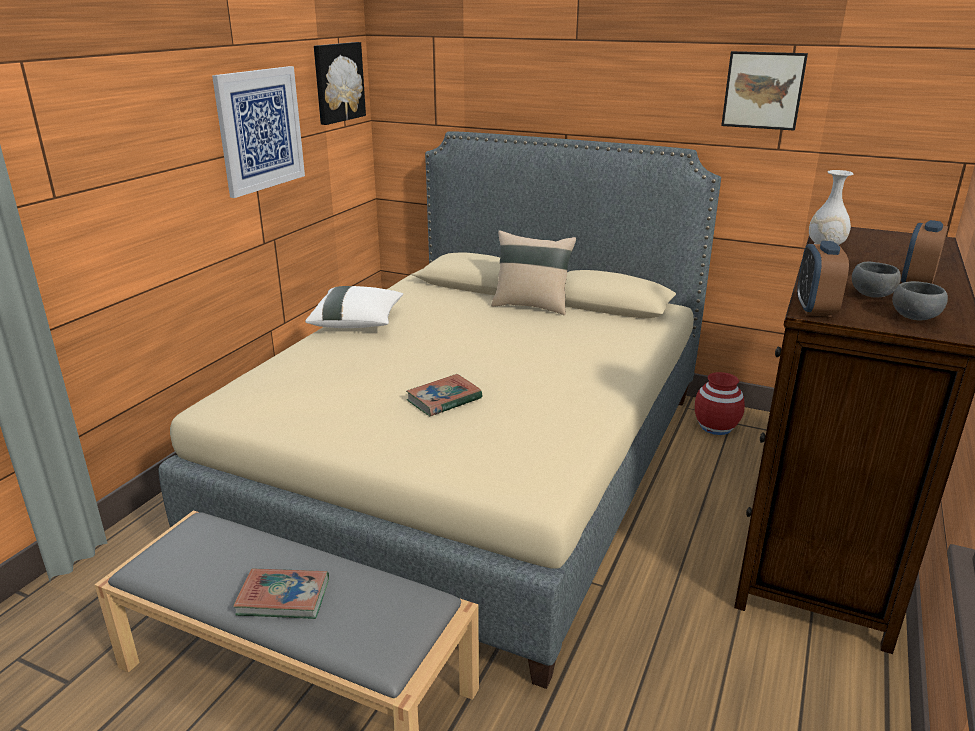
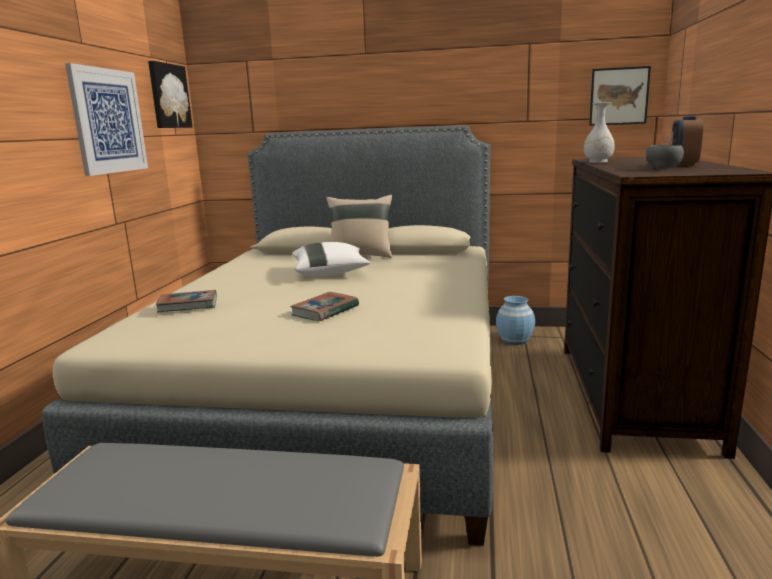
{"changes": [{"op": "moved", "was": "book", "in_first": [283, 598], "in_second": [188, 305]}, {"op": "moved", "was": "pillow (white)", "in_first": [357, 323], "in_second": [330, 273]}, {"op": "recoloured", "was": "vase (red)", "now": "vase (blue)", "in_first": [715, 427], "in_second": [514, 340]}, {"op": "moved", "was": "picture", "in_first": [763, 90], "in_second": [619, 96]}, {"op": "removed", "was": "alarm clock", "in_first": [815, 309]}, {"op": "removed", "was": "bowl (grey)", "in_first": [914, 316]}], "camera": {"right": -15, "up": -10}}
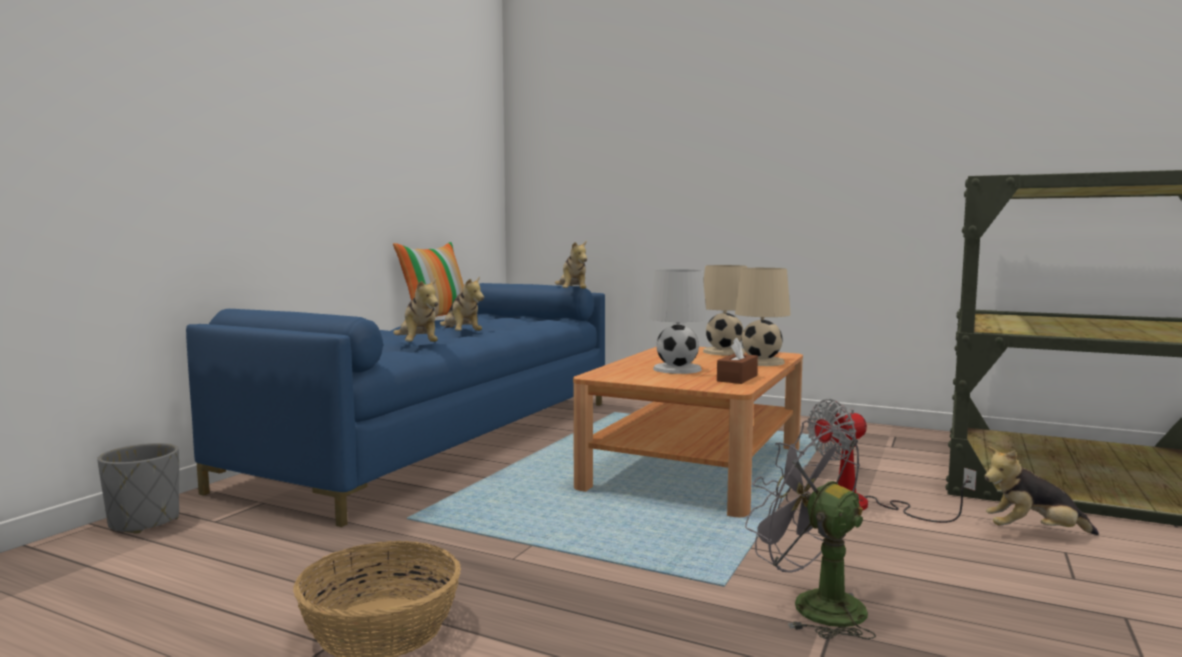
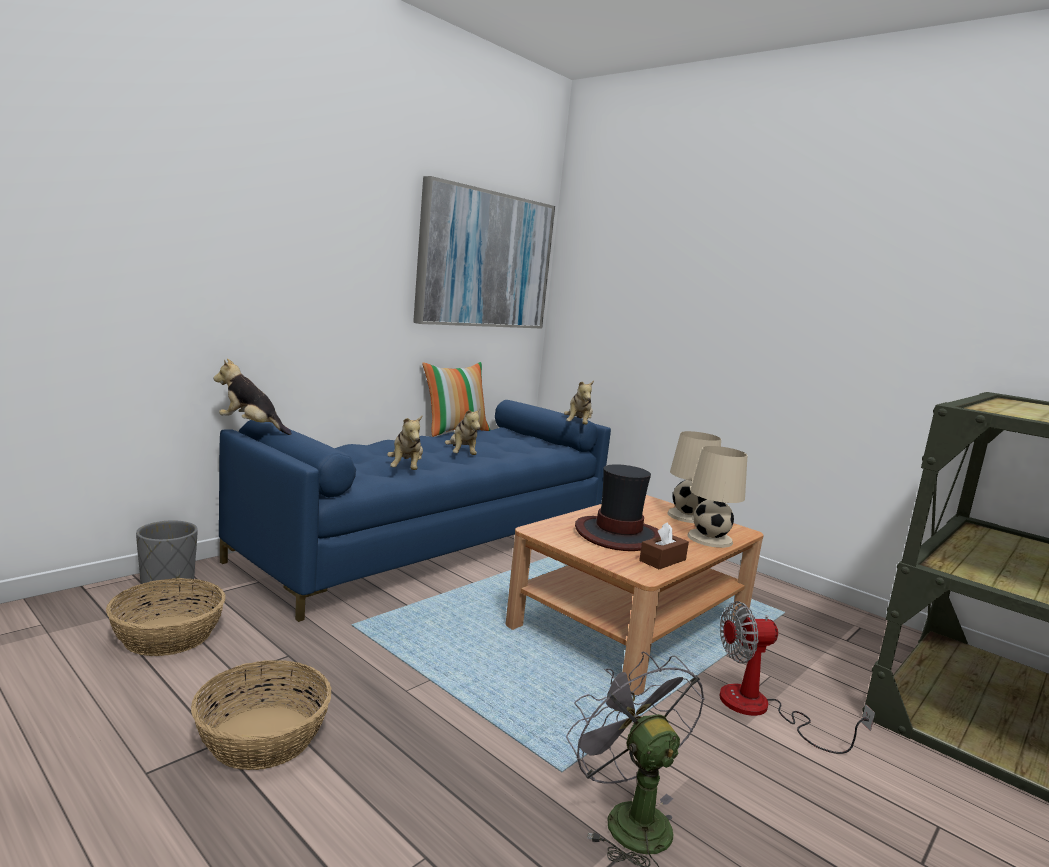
{"changes": [{"op": "added", "now": "basket", "in_second": [167, 635]}, {"op": "moved", "was": "plush toy", "in_first": [1033, 533], "in_second": [251, 427]}, {"op": "added", "now": "picture", "in_second": [485, 260]}, {"op": "replaced", "was": "table lamp (white)", "now": "hat", "in_first": [676, 369], "in_second": [618, 534]}], "camera": {"right": 15, "up": 5}}
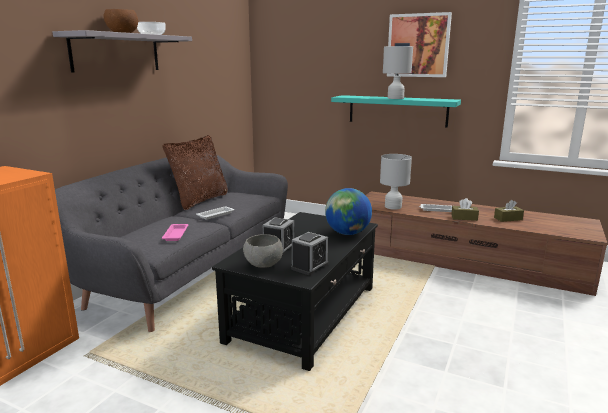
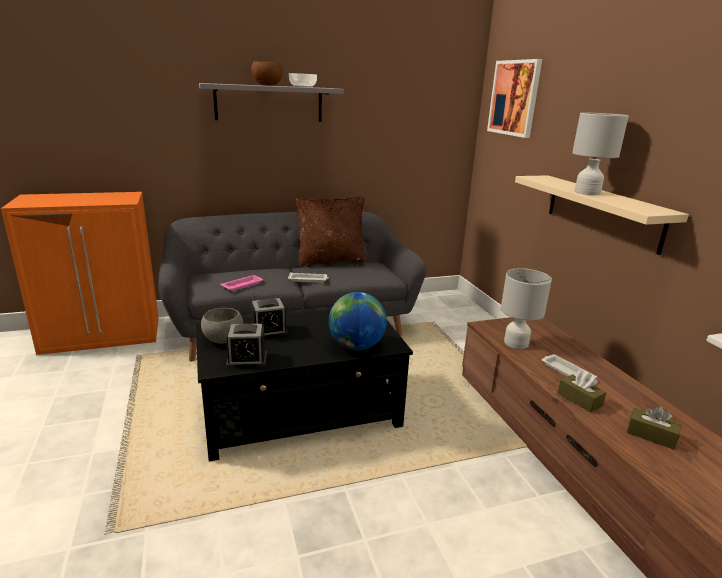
{"changes": [{"op": "moved", "was": "picture", "in_first": [418, 45], "in_second": [514, 98]}, {"op": "recoloured", "was": "shelf (turquoise)", "now": "shelf (beige)", "in_first": [397, 110], "in_second": [602, 211]}], "camera": {"right": 45, "up": 5}}
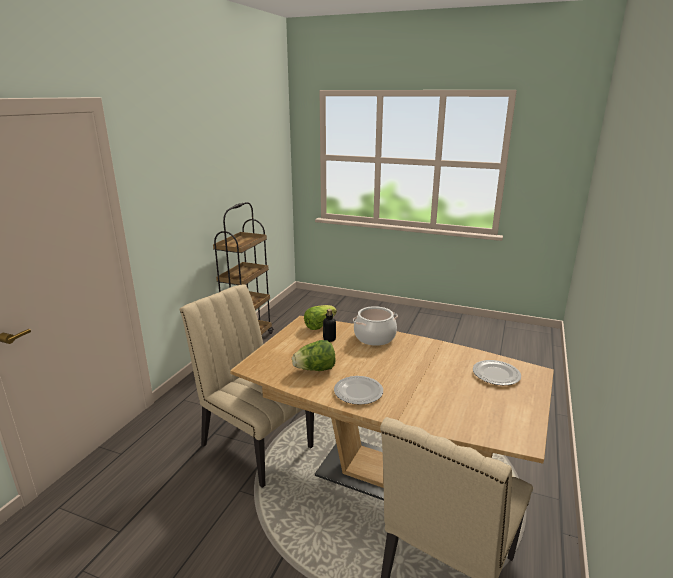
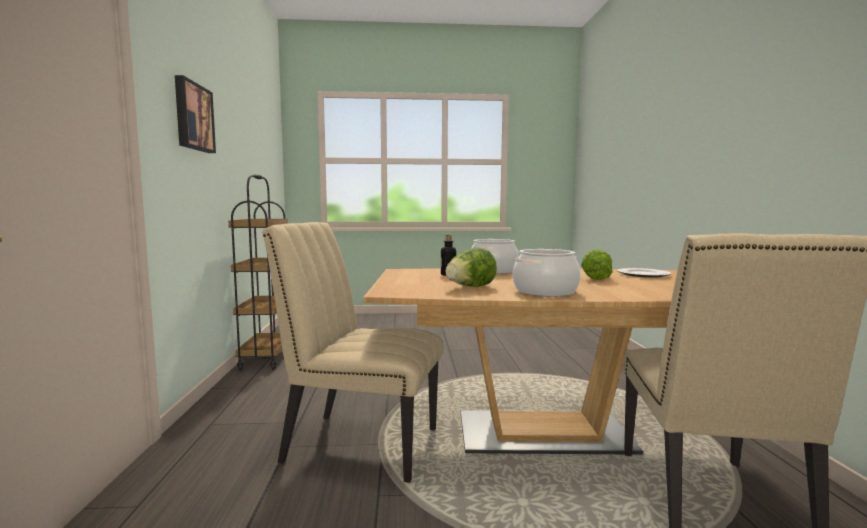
{"changes": [{"op": "added", "now": "picture", "in_second": [192, 117]}, {"op": "replaced", "was": "plate", "now": "cooking pot", "in_first": [359, 391], "in_second": [545, 291]}, {"op": "moved", "was": "lettuce", "in_first": [319, 325], "in_second": [596, 278]}], "camera": {"right": -25, "up": -15}}
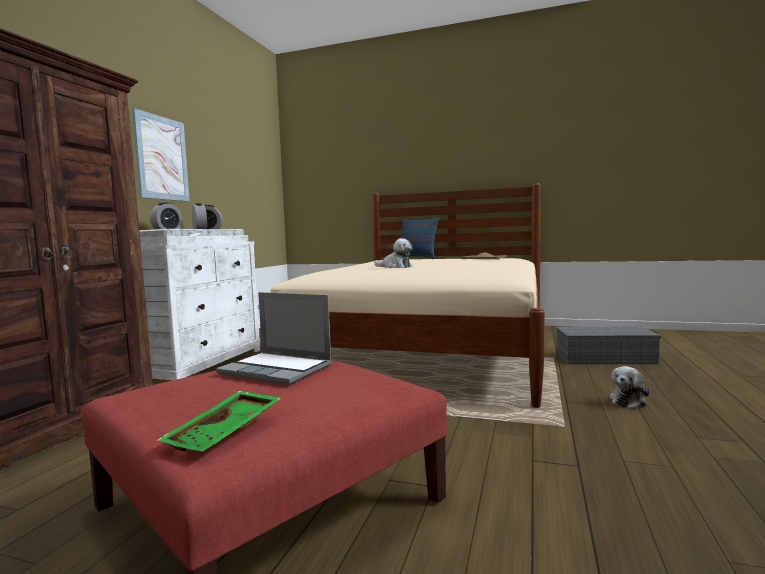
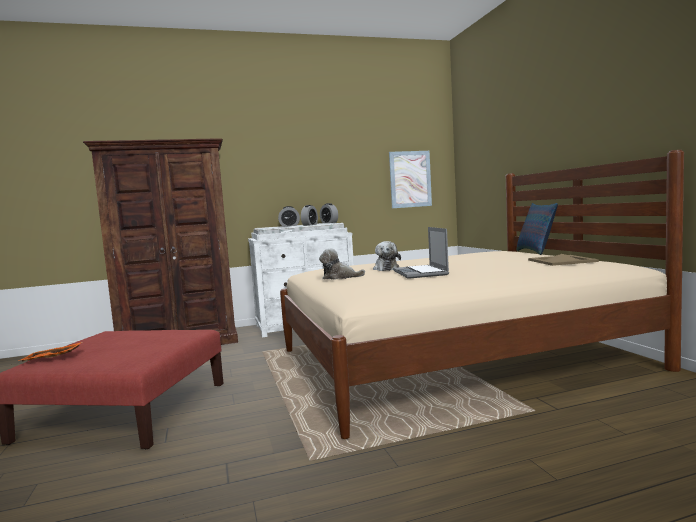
{"changes": [{"op": "recoloured", "was": "tray (green)", "now": "tray (orange)", "in_first": [226, 433], "in_second": [51, 359]}, {"op": "moved", "was": "plush toy", "in_first": [629, 401], "in_second": [339, 277]}, {"op": "moved", "was": "picture", "in_first": [161, 158], "in_second": [410, 179]}, {"op": "moved", "was": "laptop", "in_first": [277, 370], "in_second": [421, 273]}, {"op": "removed", "was": "storage box (grey)", "in_first": [605, 358]}], "camera": {"right": 55, "up": 0}}
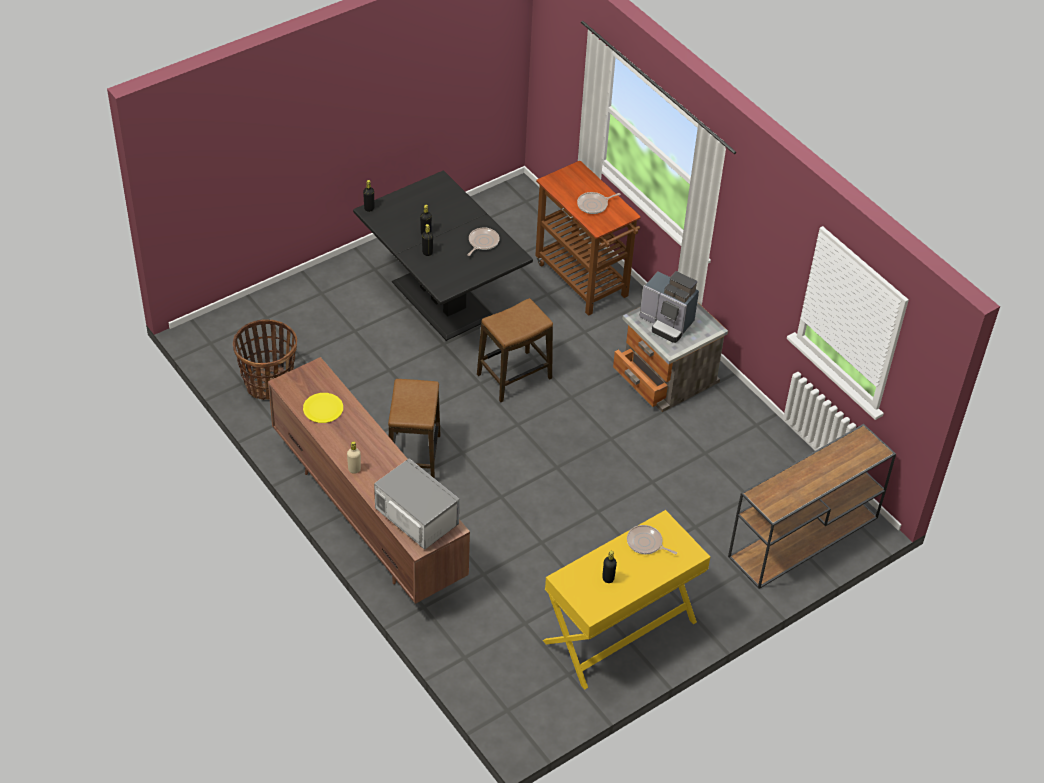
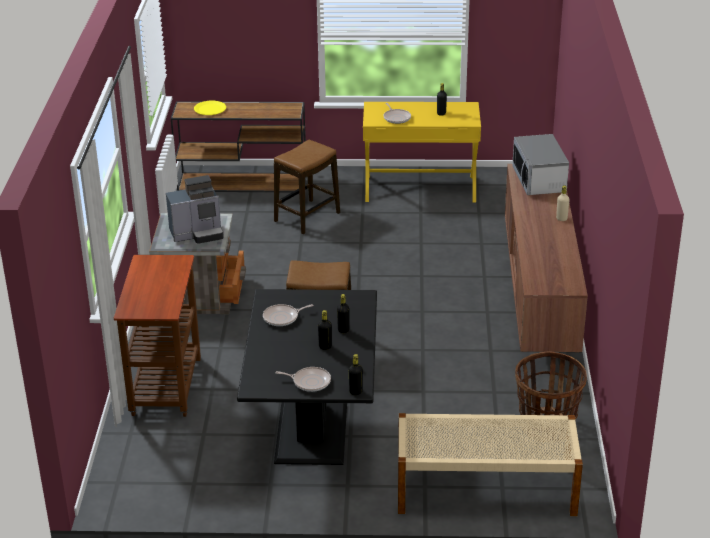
{"changes": [{"op": "turned", "was": "coffee machine", "in_first": [667, 323], "in_second": [198, 234], "clockwise": 90}, {"op": "moved", "was": "plate (yellow)", "in_first": [323, 409], "in_second": [210, 109]}, {"op": "moved", "was": "stool", "in_first": [414, 457], "in_second": [307, 217]}, {"op": "moved", "was": "frying pan", "in_first": [594, 205], "in_second": [309, 382]}, {"op": "added", "now": "bench (beige)", "in_second": [485, 490]}], "camera": {"right": -140, "up": -15}}
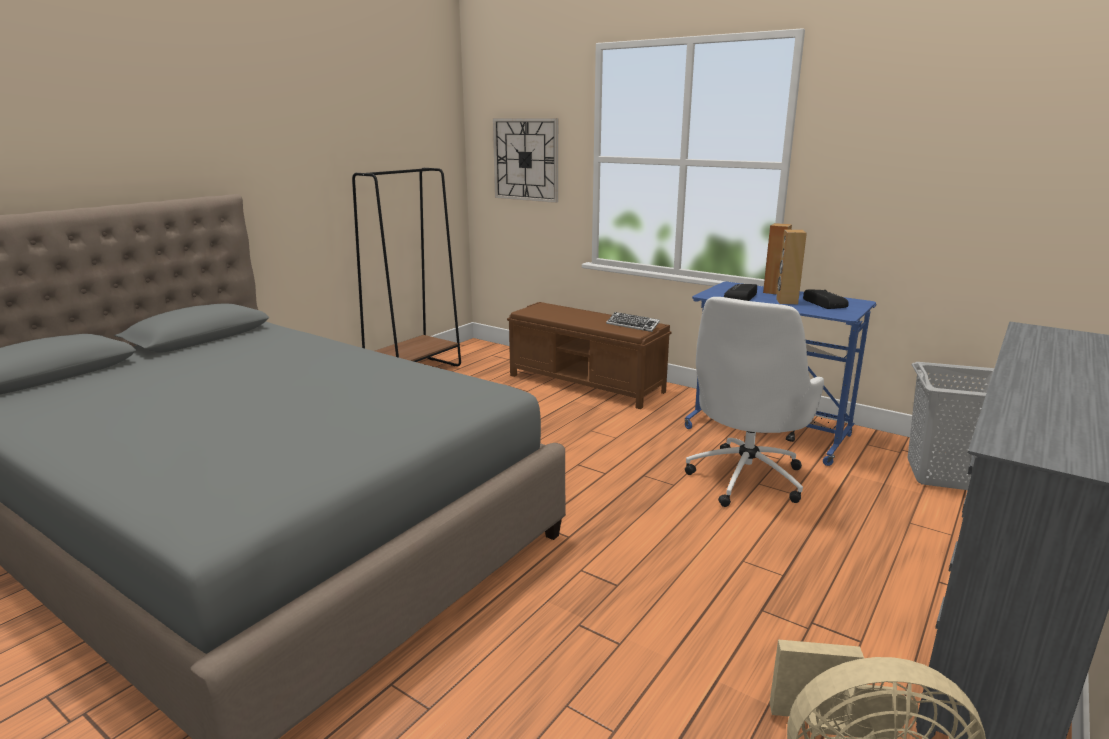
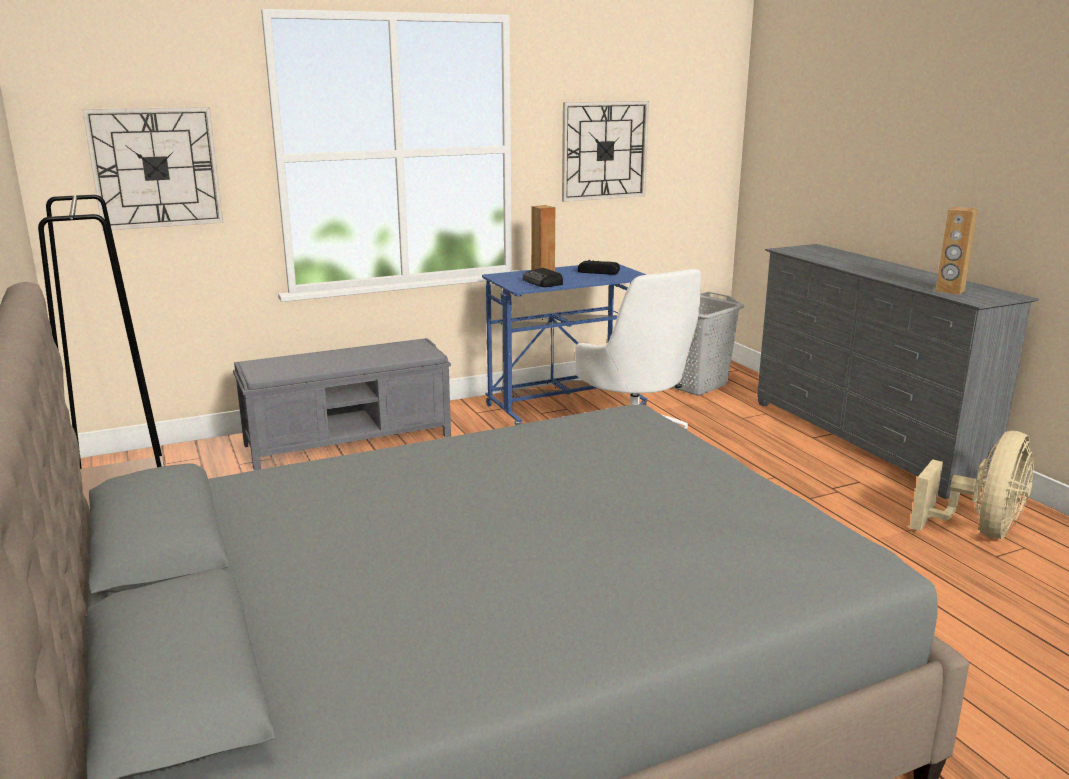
{"changes": [{"op": "recoloured", "was": "bench (brown)", "now": "bench (grey)", "in_first": [586, 384], "in_second": [350, 440]}, {"op": "added", "now": "wall clock", "in_second": [604, 150]}, {"op": "moved", "was": "speaker (brown)", "in_first": [786, 301], "in_second": [950, 291]}, {"op": "removed", "was": "keyboard", "in_first": [632, 325]}], "camera": {"right": -60, "up": 0}}
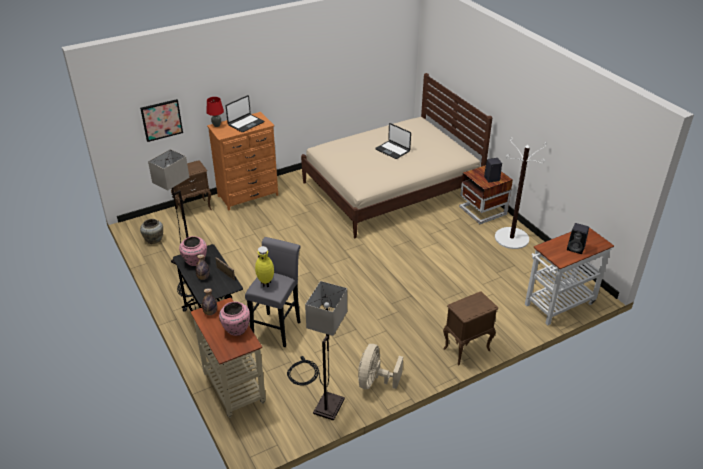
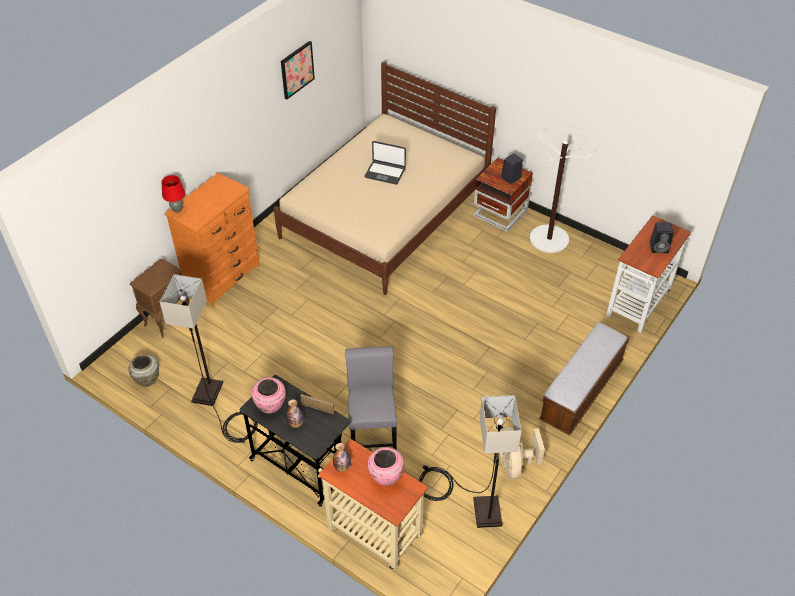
{"changes": [{"op": "moved", "was": "picture", "in_first": [161, 120], "in_second": [296, 69]}, {"op": "replaced", "was": "nightstand (brown)", "now": "bench", "in_first": [466, 350], "in_second": [581, 391]}, {"op": "removed", "was": "laptop", "in_first": [245, 123]}, {"op": "removed", "was": "vase (yellow)", "in_first": [266, 283]}], "camera": {"right": -25, "up": 10}}
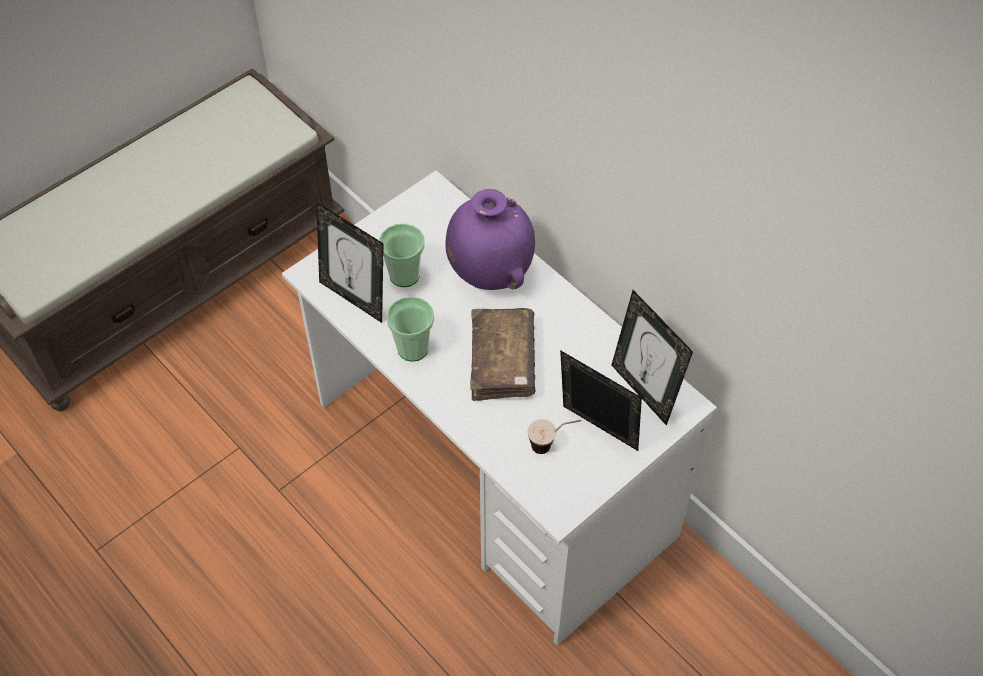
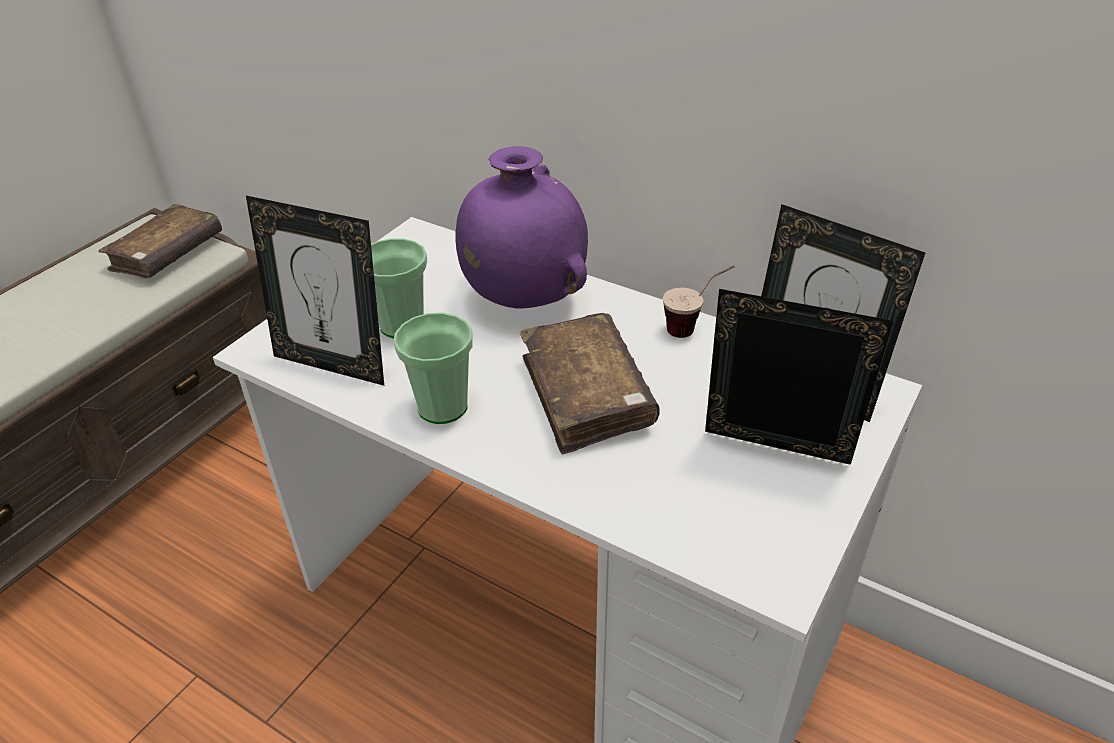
{"changes": [{"op": "added", "now": "book (brown)", "in_second": [167, 254]}, {"op": "moved", "was": "cup", "in_first": [552, 445], "in_second": [695, 327]}], "camera": {"right": -15, "up": -15}}
